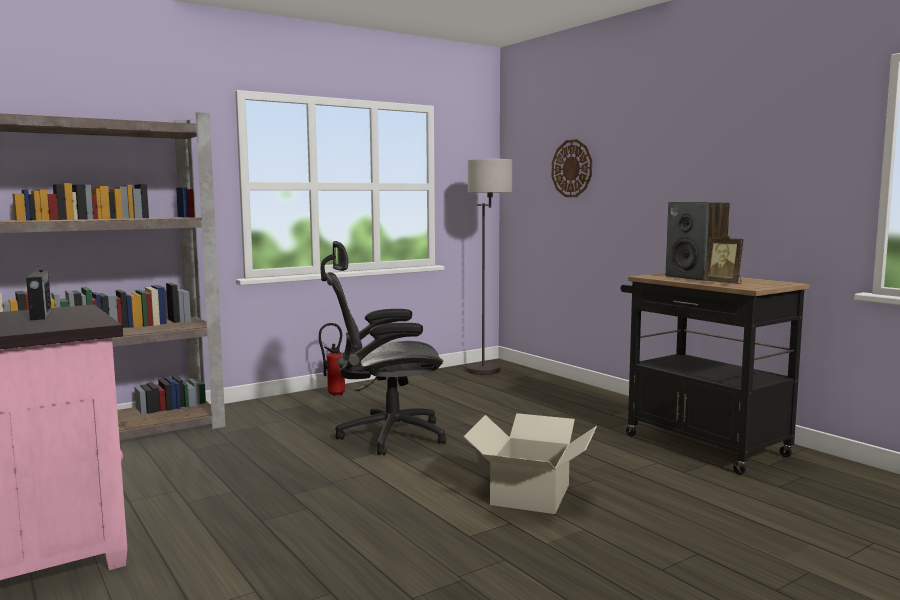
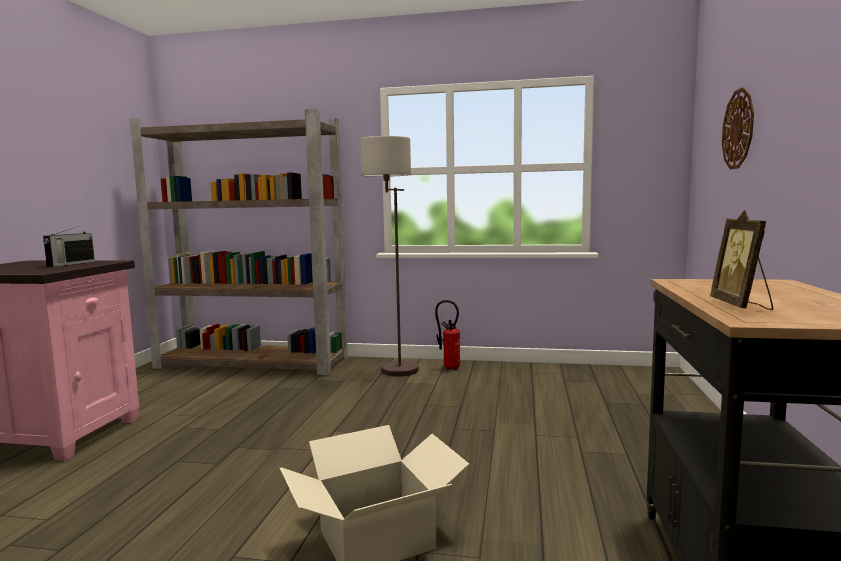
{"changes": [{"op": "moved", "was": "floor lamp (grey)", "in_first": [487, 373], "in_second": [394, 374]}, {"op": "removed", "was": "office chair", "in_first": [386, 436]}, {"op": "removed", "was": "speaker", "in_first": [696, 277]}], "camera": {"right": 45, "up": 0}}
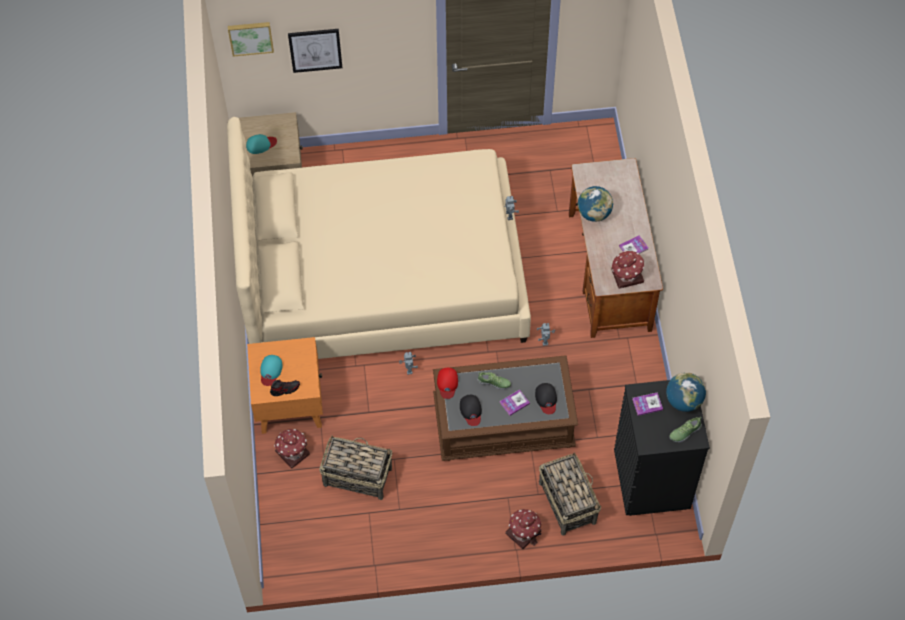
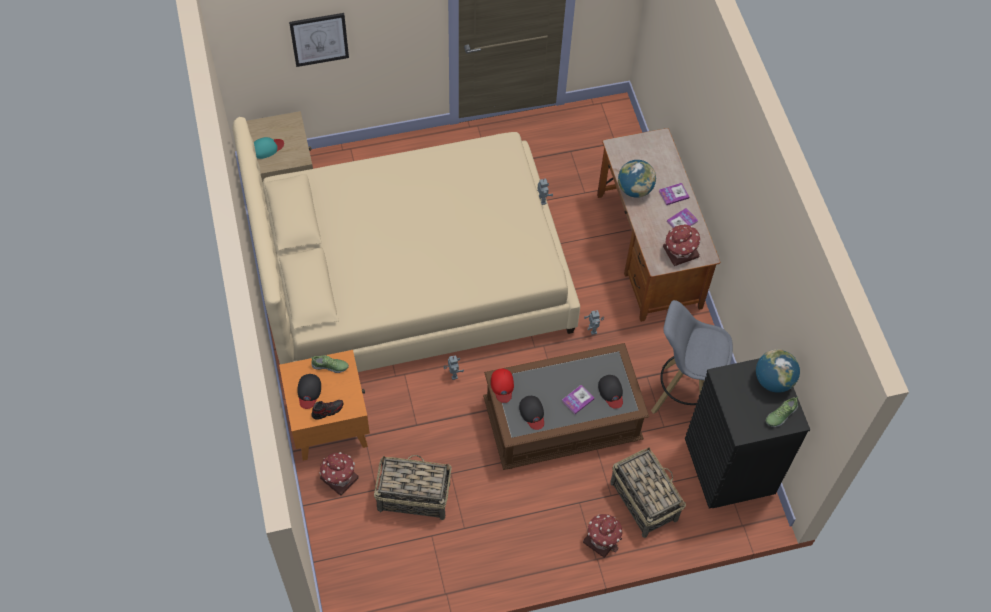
{"changes": [{"op": "recoloured", "was": "cap (turquoise)", "now": "cap (black)", "in_first": [270, 371], "in_second": [309, 391]}, {"op": "moved", "was": "shoe", "in_first": [494, 383], "in_second": [330, 366]}, {"op": "added", "now": "stool (grey)", "in_second": [682, 394]}, {"op": "moved", "was": "book", "in_first": [647, 404], "in_second": [673, 194]}, {"op": "removed", "was": "picture", "in_first": [250, 37]}], "camera": {"right": -10, "up": 0}}
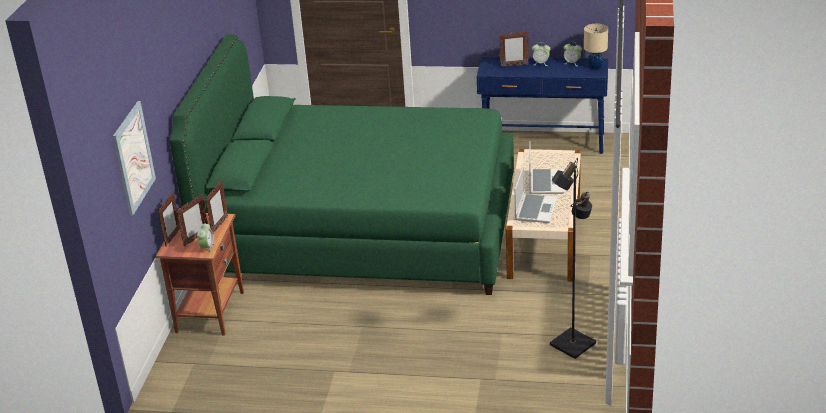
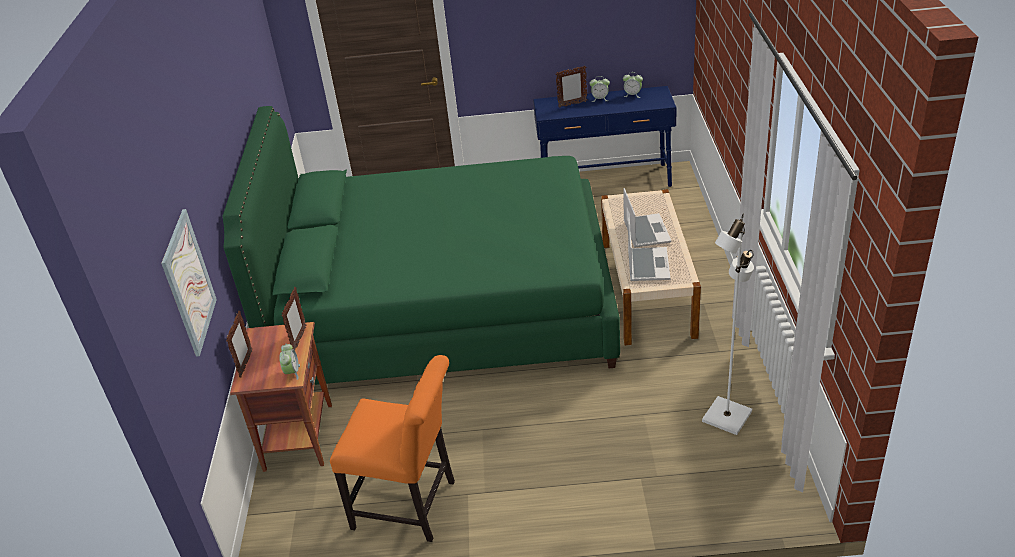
{"changes": [{"op": "added", "now": "chair (orange)", "in_second": [410, 507]}, {"op": "recoloured", "was": "floor lamp (black)", "now": "floor lamp (white)", "in_first": [573, 344], "in_second": [727, 416]}, {"op": "removed", "was": "picture frame", "in_first": [196, 239]}, {"op": "removed", "was": "table lamp (beige)", "in_first": [595, 66]}], "camera": {"right": -10, "up": 5}}
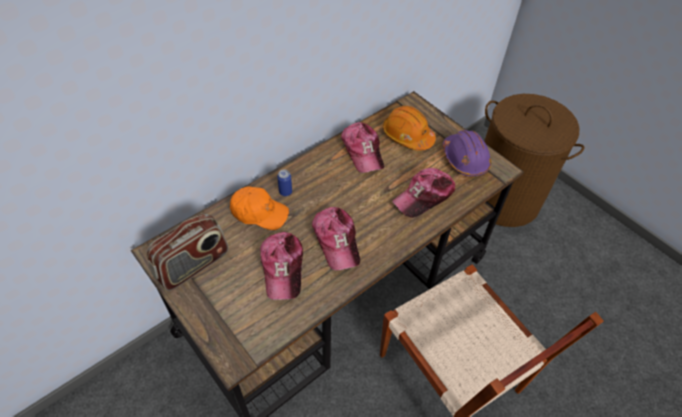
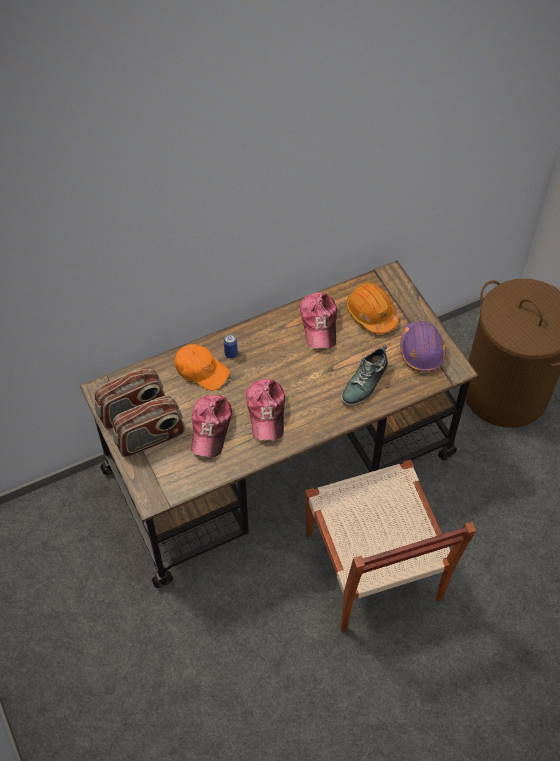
{"changes": [{"op": "added", "now": "radio", "in_second": [150, 438]}, {"op": "replaced", "was": "cap", "now": "shoe", "in_first": [424, 196], "in_second": [365, 383]}], "camera": {"right": 15, "up": 5}}
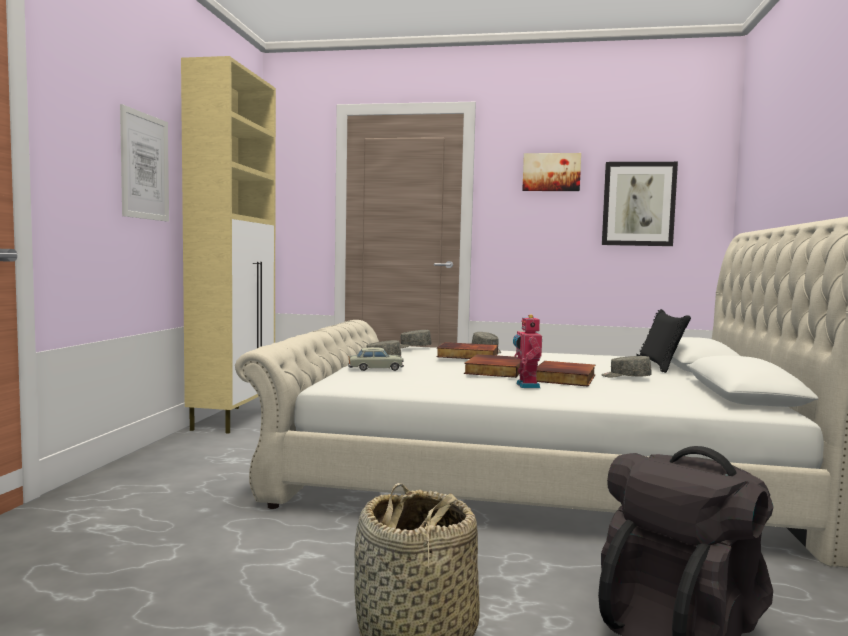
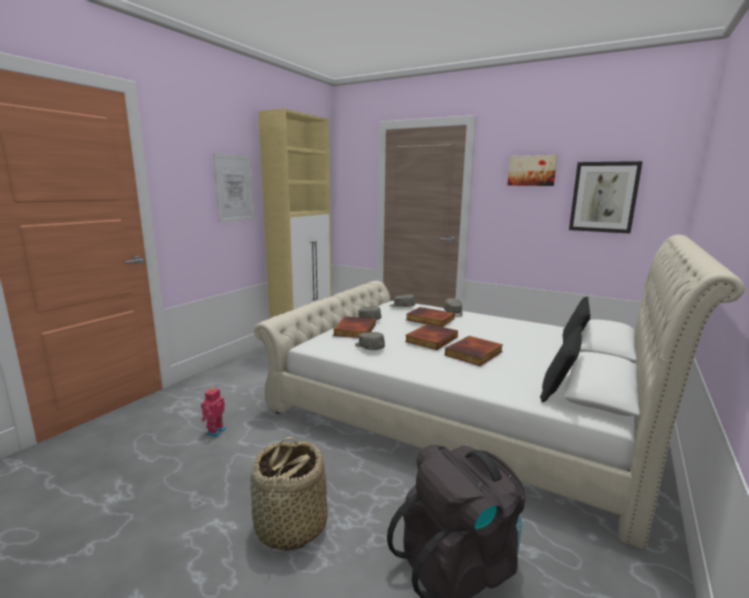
{"changes": [{"op": "moved", "was": "toy robot", "in_first": [526, 385], "in_second": [215, 431]}, {"op": "replaced", "was": "toy car (beige)", "now": "book", "in_first": [375, 368], "in_second": [354, 330]}, {"op": "moved", "was": "cap (grey)", "in_first": [625, 377], "in_second": [369, 347]}, {"op": "added", "now": "pillow (black)", "in_second": [558, 387]}], "camera": {"right": 20, "up": 10}}
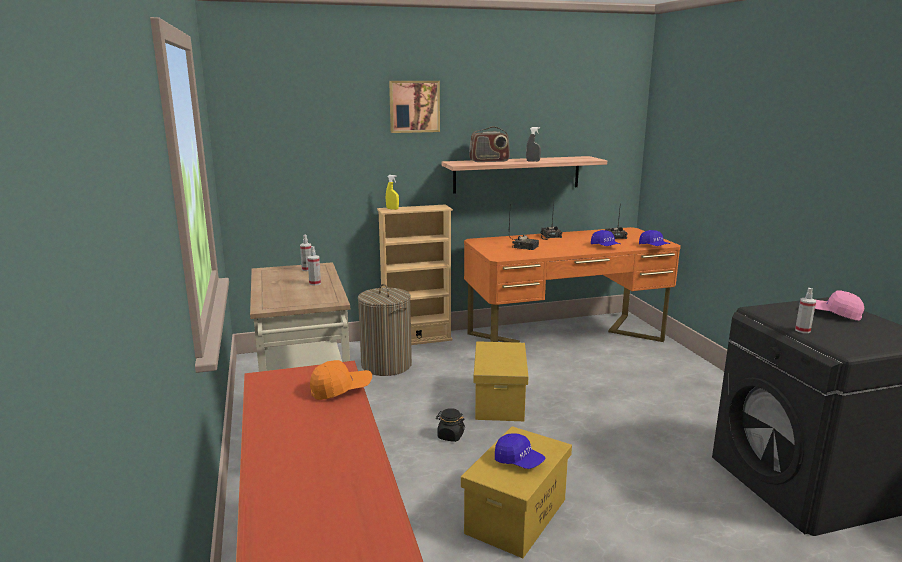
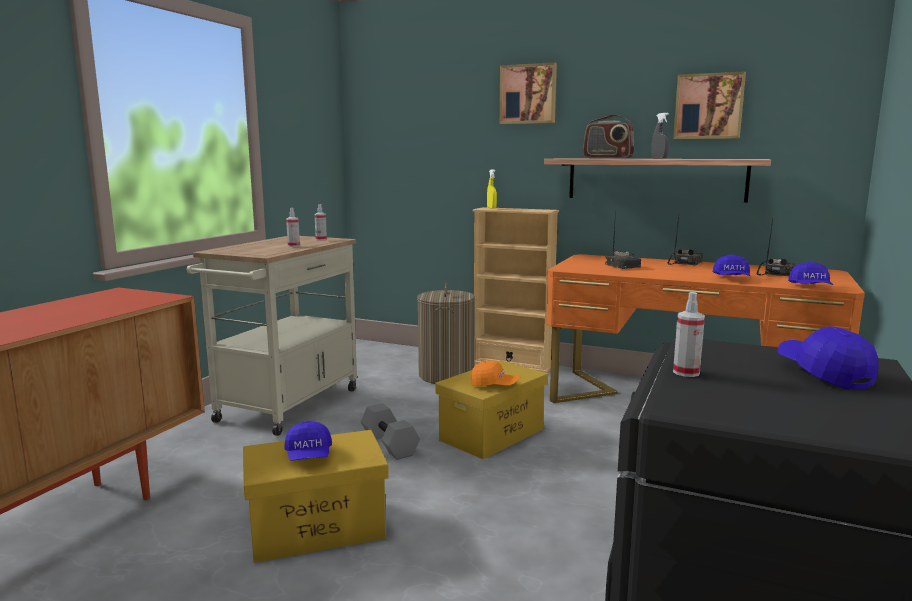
{"changes": [{"op": "replaced", "was": "jar (black)", "now": "dumbbell (grey)", "in_first": [450, 436], "in_second": [391, 444]}, {"op": "moved", "was": "cap (orange)", "in_first": [341, 390], "in_second": [494, 385]}, {"op": "added", "now": "picture", "in_second": [708, 106]}, {"op": "recoloured", "was": "cap (pink)", "now": "cap (blue)", "in_first": [833, 314], "in_second": [823, 373]}], "camera": {"right": 40, "up": -5}}
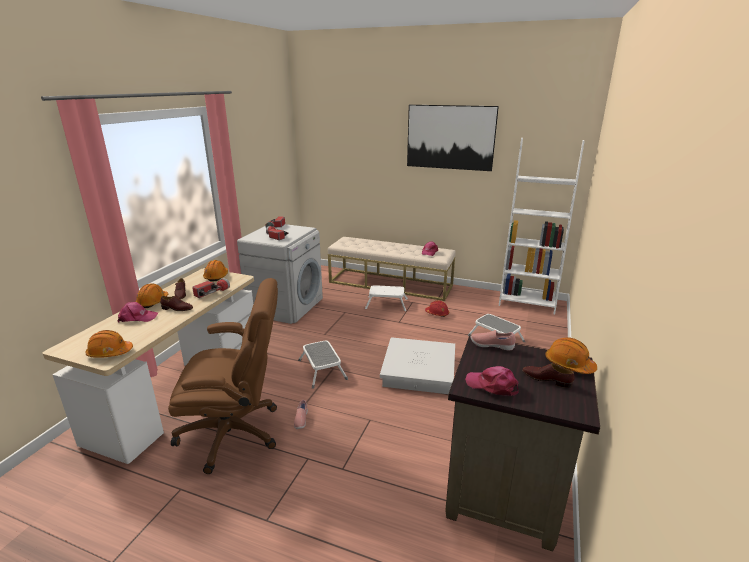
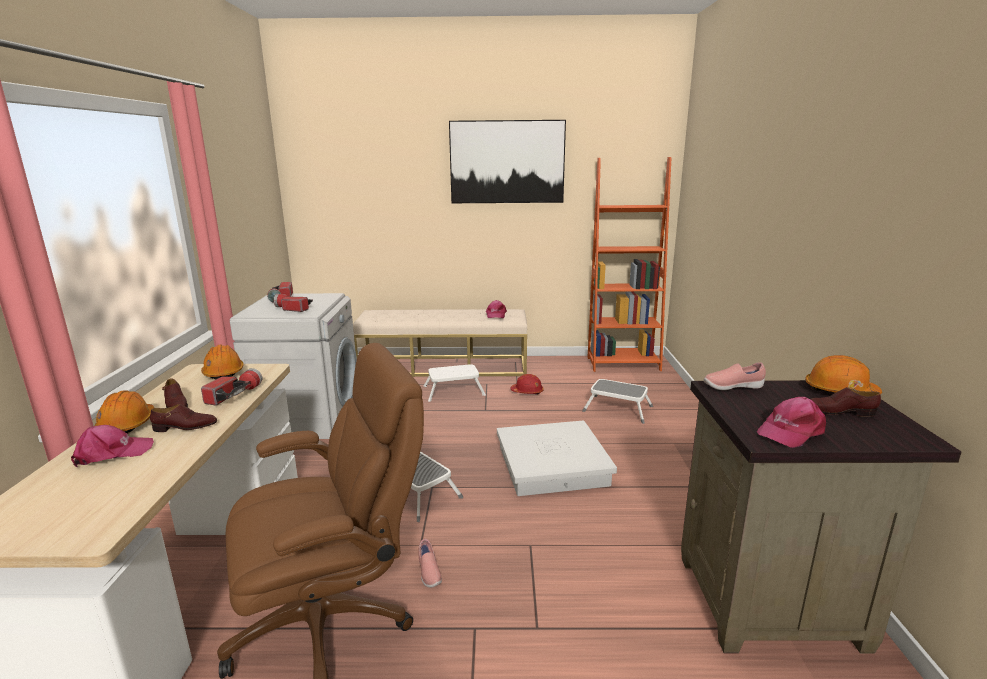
{"changes": [{"op": "recoloured", "was": "bookcase (white)", "now": "bookcase (orange)", "in_first": [527, 303], "in_second": [623, 364]}, {"op": "turned", "was": "cap (pink)", "in_first": [492, 385], "in_second": [790, 431], "clockwise": -45}, {"op": "removed", "was": "hard hat (orange)", "in_first": [110, 352]}], "camera": {"right": -20, "up": -5}}
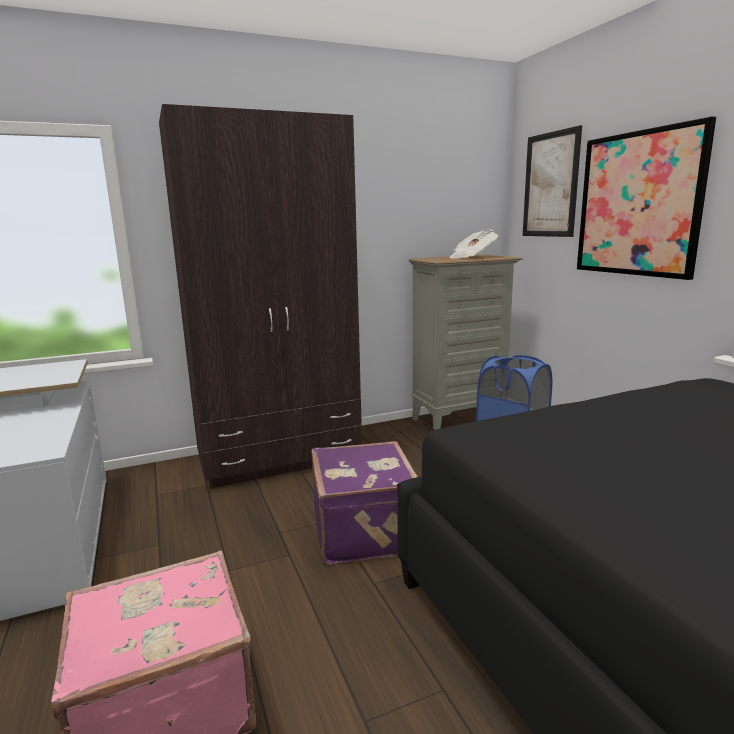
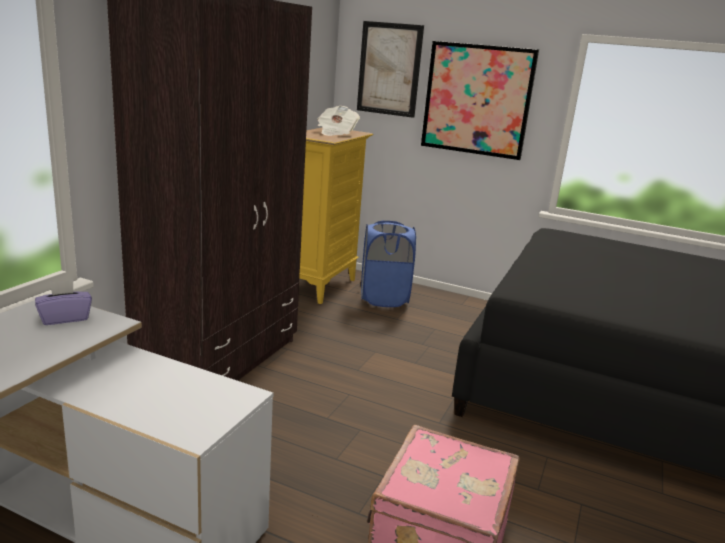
{"changes": [{"op": "added", "now": "tissue box (purple)", "in_second": [65, 318]}, {"op": "recoloured", "was": "dresser (grey)", "now": "dresser (yellow)", "in_first": [460, 421], "in_second": [321, 286]}, {"op": "removed", "was": "suitcase (purple)", "in_first": [366, 529]}], "camera": {"right": -45, "up": 5}}
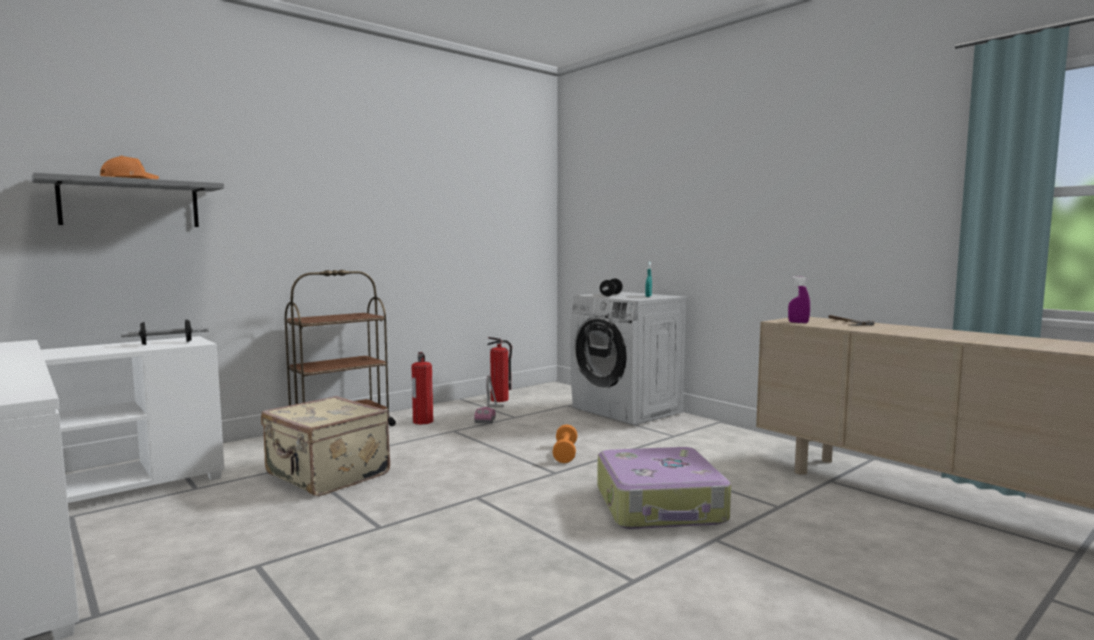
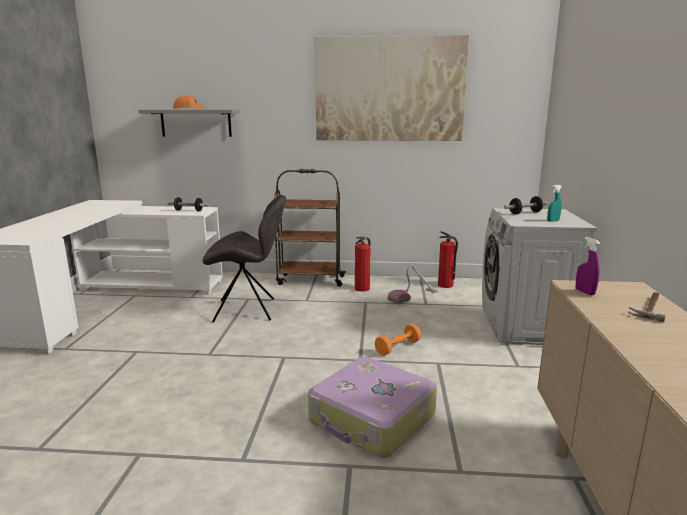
{"changes": [{"op": "replaced", "was": "suitcase (beige)", "now": "chair (grey)", "in_first": [326, 475], "in_second": [248, 310]}, {"op": "added", "now": "picture", "in_second": [389, 89]}], "camera": {"right": 45, "up": 10}}
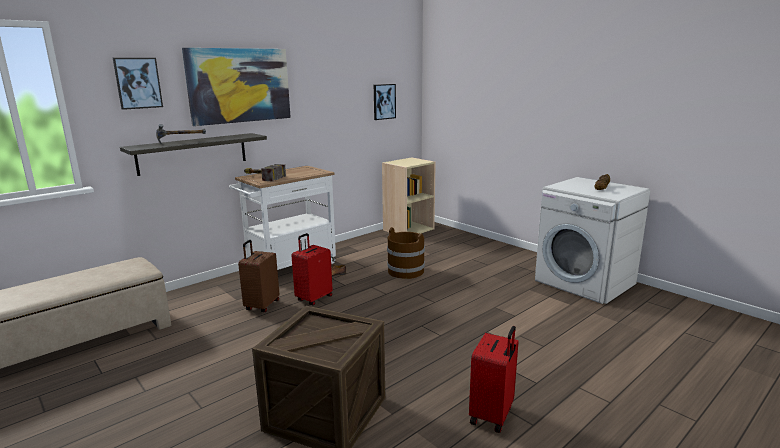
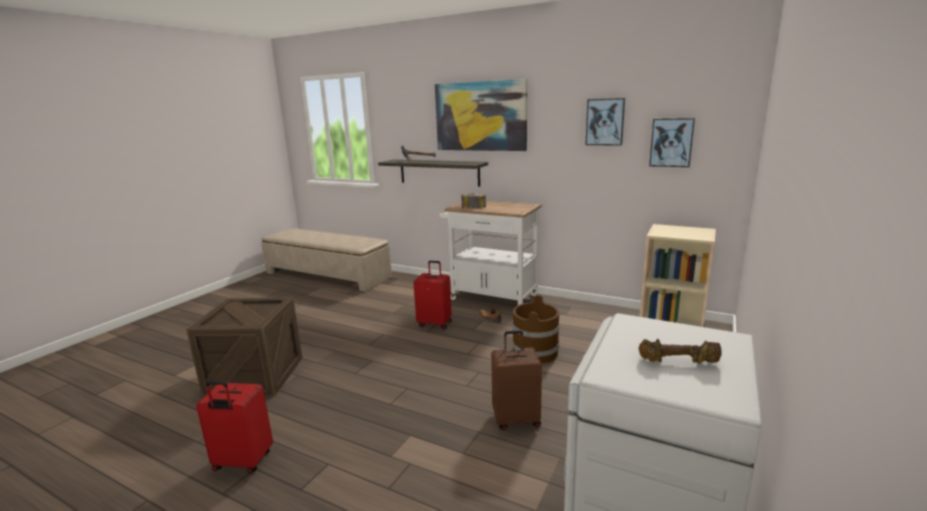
{"changes": [{"op": "moved", "was": "suitcase (brown)", "in_first": [261, 306], "in_second": [516, 419]}, {"op": "moved", "was": "picture", "in_first": [138, 83], "in_second": [605, 122]}], "camera": {"right": 70, "up": 0}}
